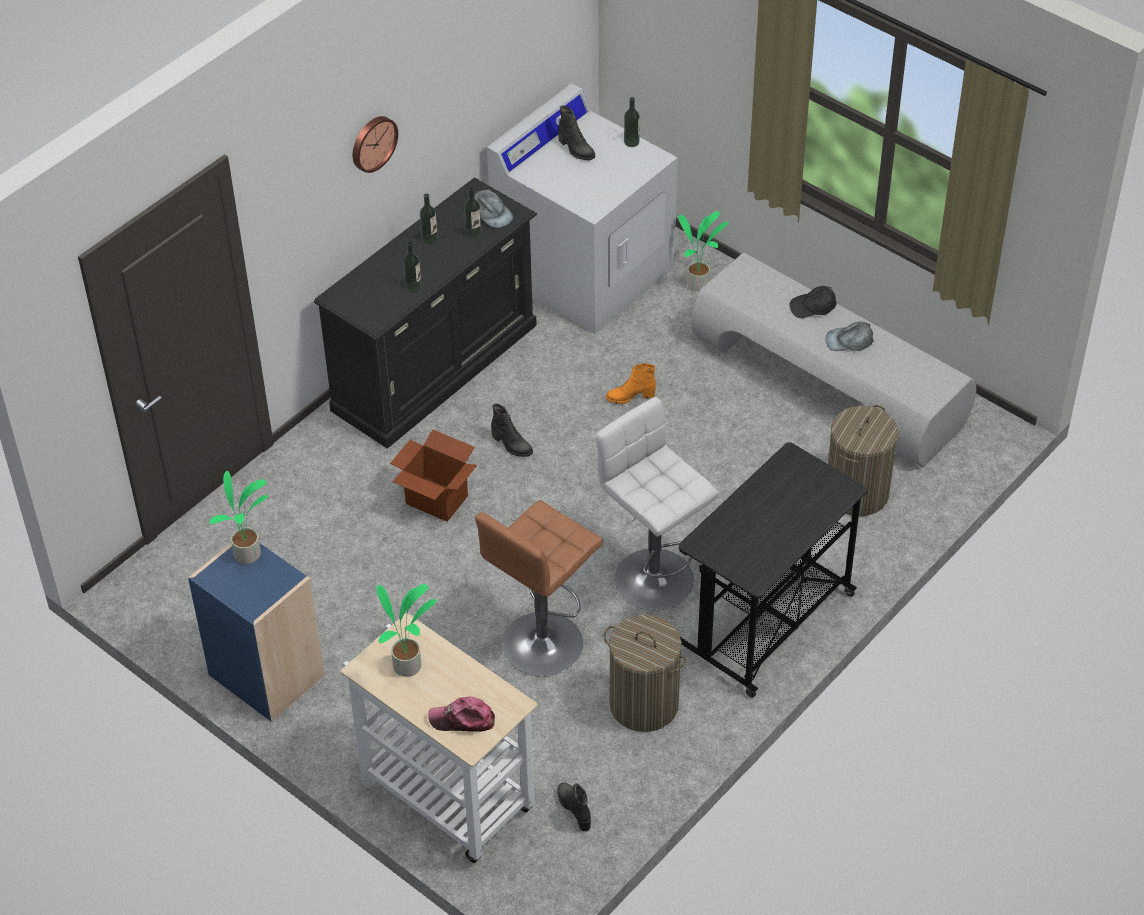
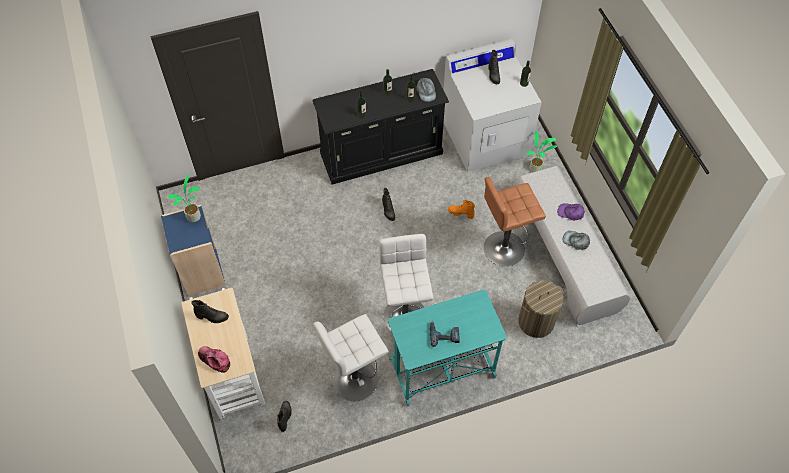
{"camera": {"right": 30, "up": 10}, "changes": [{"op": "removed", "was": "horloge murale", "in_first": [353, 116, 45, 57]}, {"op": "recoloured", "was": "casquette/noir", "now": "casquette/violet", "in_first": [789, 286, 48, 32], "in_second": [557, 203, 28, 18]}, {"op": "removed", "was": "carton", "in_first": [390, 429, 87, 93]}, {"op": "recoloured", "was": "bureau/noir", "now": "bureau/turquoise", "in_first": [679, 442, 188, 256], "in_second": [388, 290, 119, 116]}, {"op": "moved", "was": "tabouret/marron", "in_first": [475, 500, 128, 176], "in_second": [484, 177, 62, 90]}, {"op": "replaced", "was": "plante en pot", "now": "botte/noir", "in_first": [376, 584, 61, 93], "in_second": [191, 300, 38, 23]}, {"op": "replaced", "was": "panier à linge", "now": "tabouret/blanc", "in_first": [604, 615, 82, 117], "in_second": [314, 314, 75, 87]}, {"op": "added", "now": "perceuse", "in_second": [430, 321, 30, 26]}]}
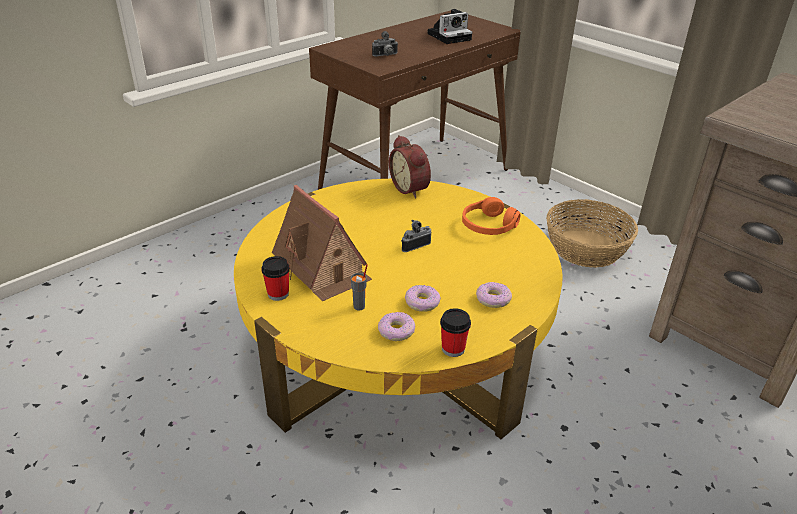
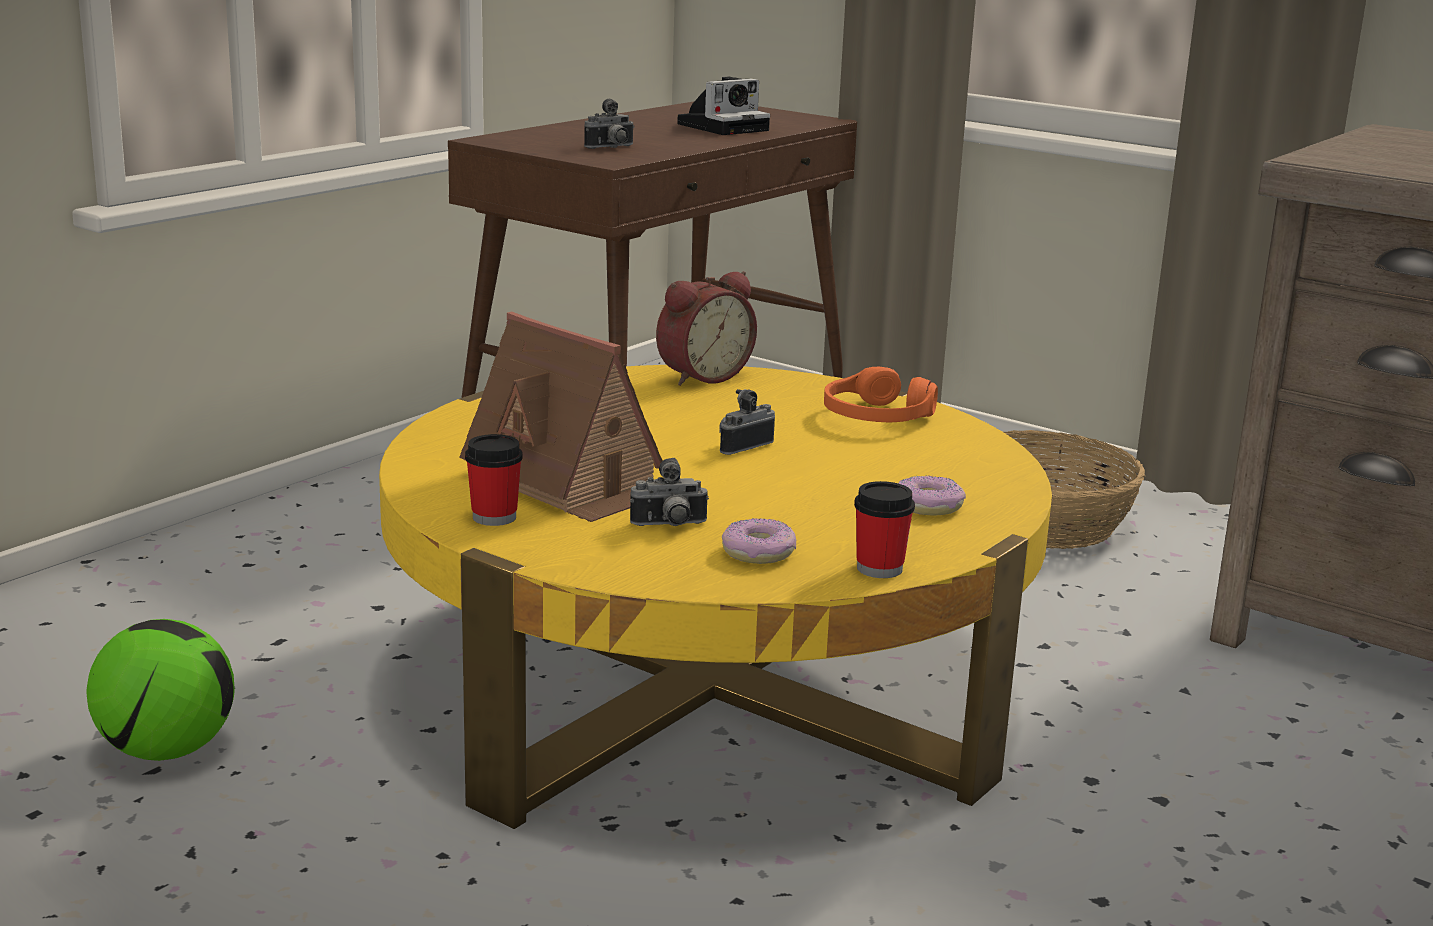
{"camera": {"right": -10, "up": -15}, "changes": [{"op": "turned", "was": "réveil", "in_first": [389, 135, 42, 63], "in_second": [656, 271, 101, 115], "clockwise": -90}, {"op": "replaced", "was": "tasse/gris", "now": "appareil photo", "in_first": [350, 264, 18, 47], "in_second": [630, 458, 79, 68]}, {"op": "removed", "was": "beignet", "in_first": [405, 285, 36, 27]}, {"op": "added", "now": "ballon de foot", "in_second": [86, 619, 149, 142]}]}
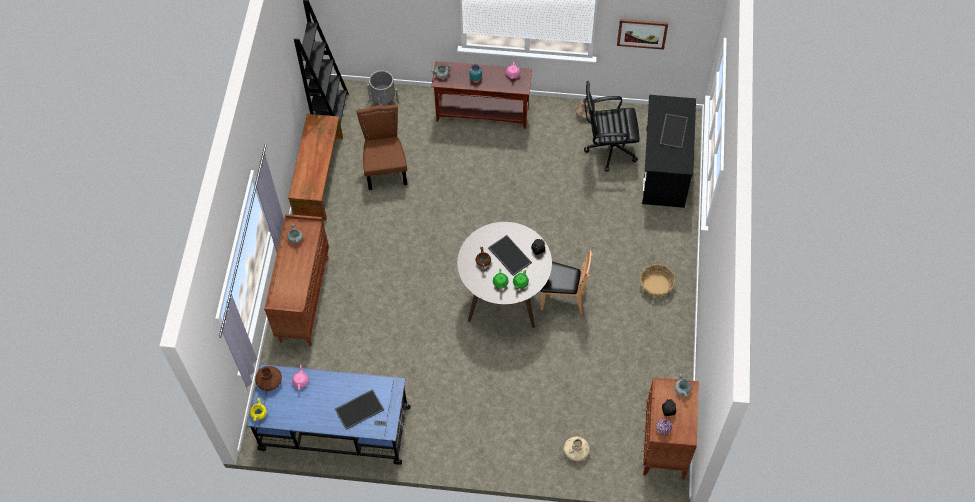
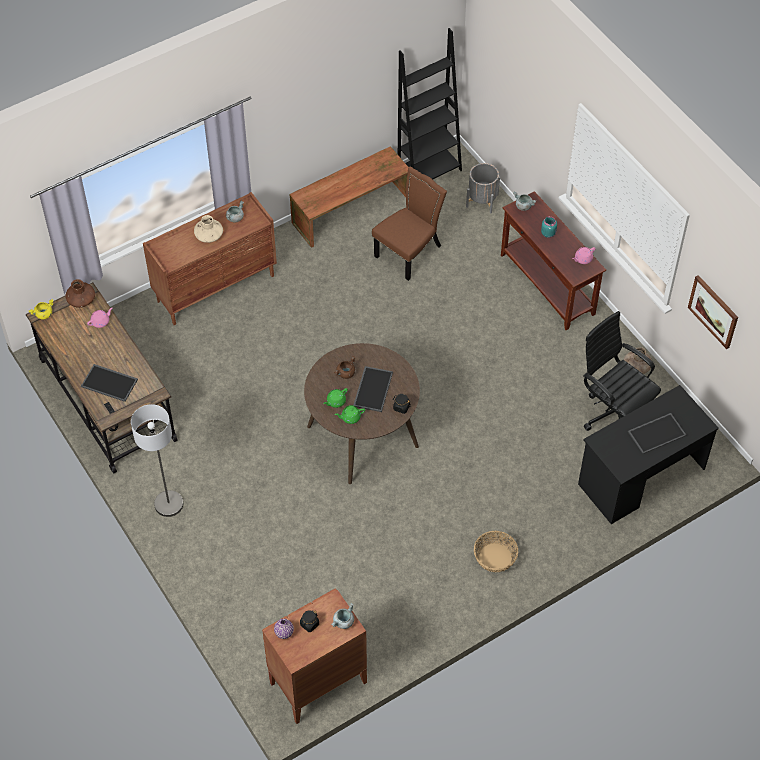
{"camera": {"right": 50, "up": -5}, "changes": [{"op": "removed", "was": "chaise/marron", "in_first": [541, 250, 51, 64]}, {"op": "recoloured", "was": "bureau/bleu", "now": "bureau/marron", "in_first": [247, 364, 164, 101], "in_second": [26, 283, 152, 190]}, {"op": "moved", "was": "vase/beige", "in_first": [564, 436, 26, 25], "in_second": [194, 215, 29, 28]}, {"op": "added", "now": "lampadaire/gris", "in_second": [131, 404, 52, 113]}]}
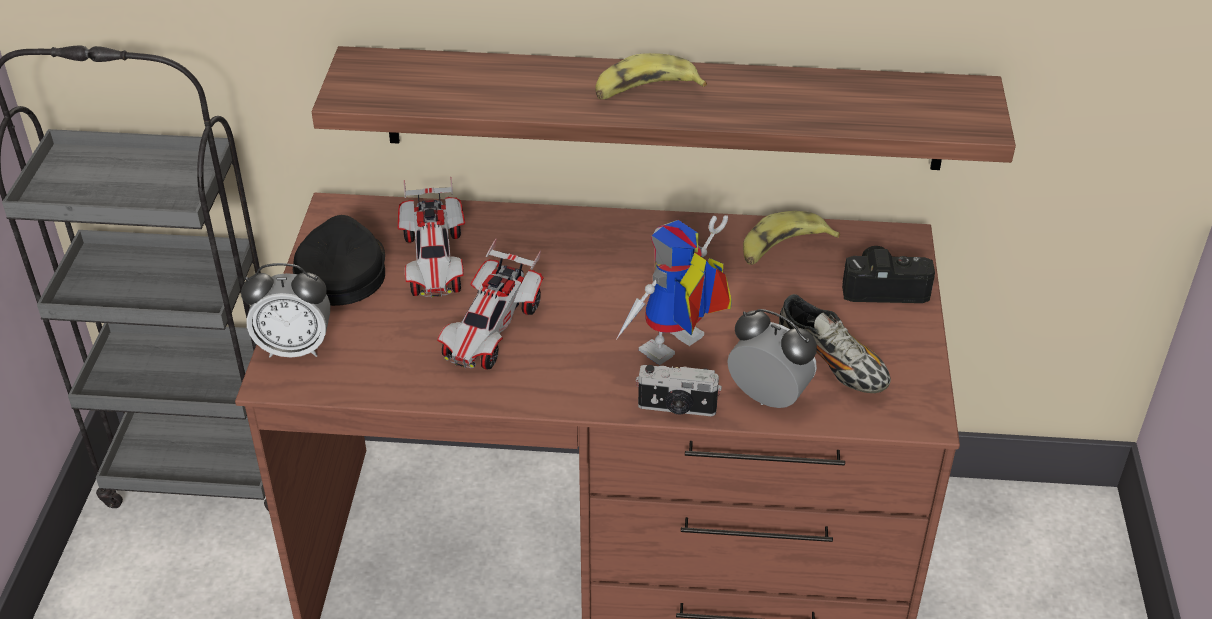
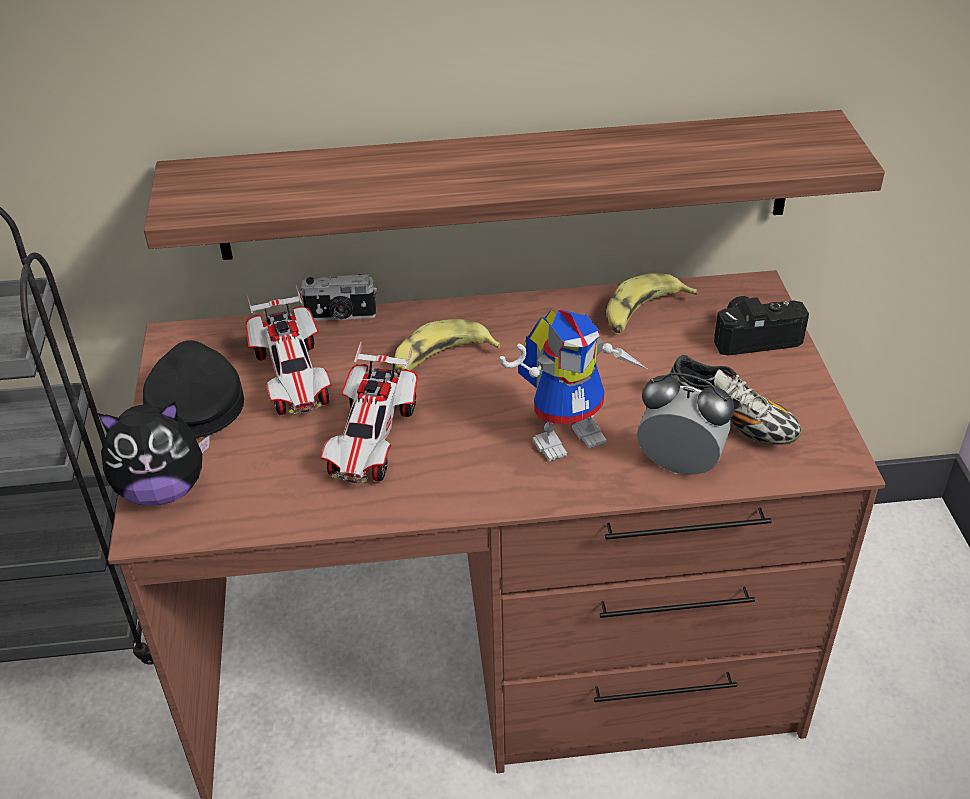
{"camera": {"right": -10, "up": 0}, "changes": [{"op": "moved", "was": "banane", "in_first": [595, 53, 112, 46], "in_second": [394, 319, 107, 56]}, {"op": "turned", "was": "robot jouet", "in_first": [615, 215, 117, 150], "in_second": [500, 309, 147, 152], "clockwise": -150}, {"op": "replaced", "was": "réveil", "now": "peluche", "in_first": [241, 263, 89, 95], "in_second": [98, 401, 112, 105]}, {"op": "moved", "was": "appareil photo", "in_first": [636, 365, 86, 51], "in_second": [300, 274, 77, 47]}]}
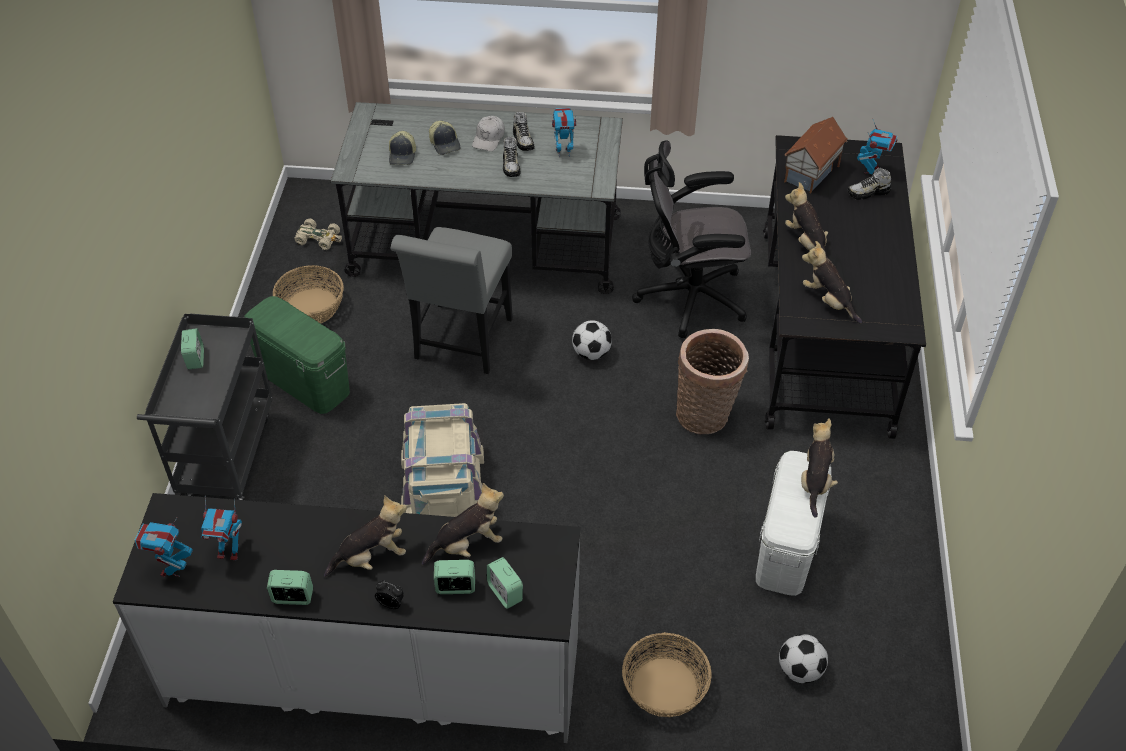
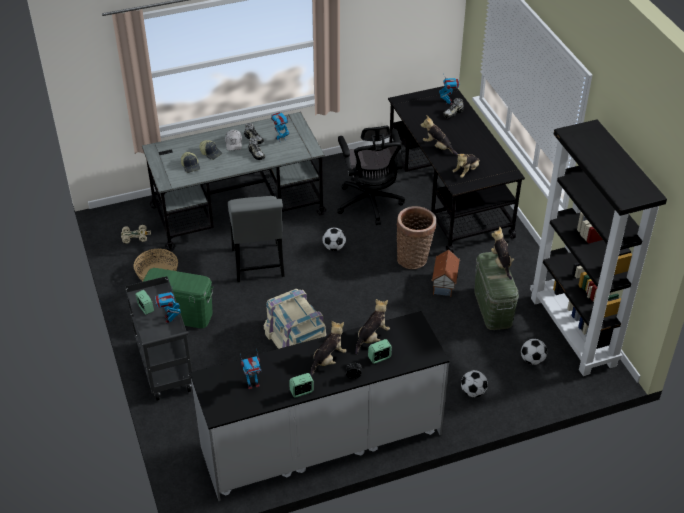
{"camera": {"right": -25, "up": -5}, "changes": [{"op": "moved", "was": "maison miniature", "in_first": [784, 117, 64, 77], "in_second": [432, 249, 28, 48]}, {"op": "turned", "was": "chaise de bureau", "in_first": [632, 140, 119, 198], "in_second": [337, 125, 68, 100], "clockwise": -75}, {"op": "turned", "was": "peluche", "in_first": [802, 241, 60, 83], "in_second": [452, 154, 28, 24], "clockwise": -75}, {"op": "recoloured", "was": "boîte de rangement/blanc", "now": "boîte de rangement/vert", "in_first": [756, 451, 76, 145], "in_second": [474, 252, 45, 78]}, {"op": "moved", "was": "robot jouet", "in_first": [135, 518, 58, 59], "in_second": [155, 290, 26, 34]}, {"op": "removed", "was": "réveil", "in_first": [487, 557, 36, 52]}, {"op": "replaced", "was": "panier", "now": "ballon de foot", "in_first": [622, 632, 90, 85], "in_second": [461, 370, 27, 27]}, {"op": "added", "now": "bibliothèque/noir", "in_second": [530, 119, 137, 257]}]}
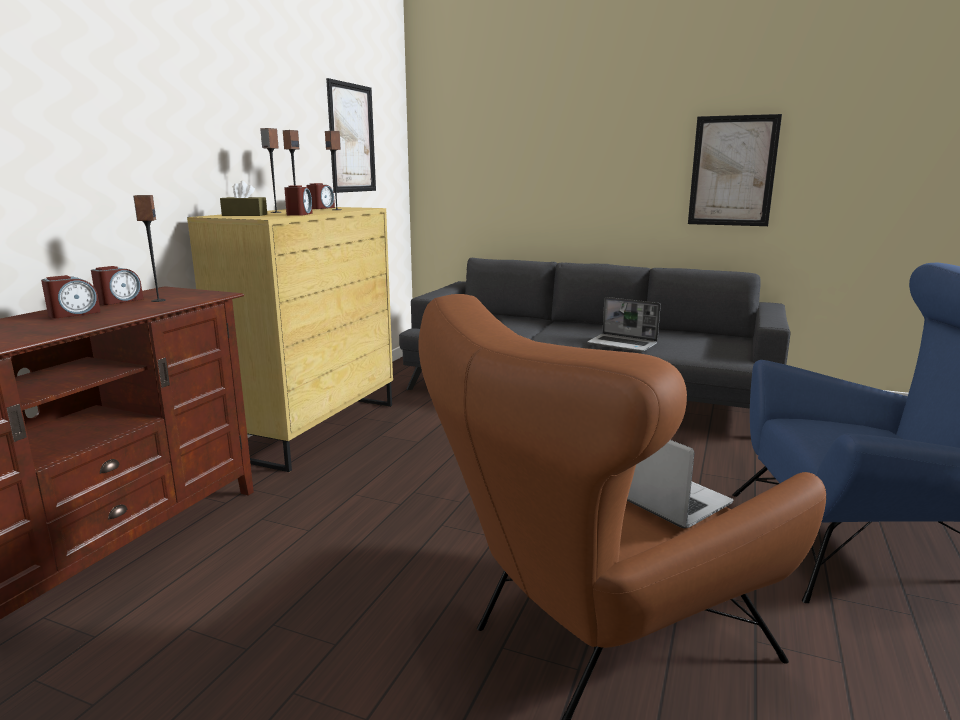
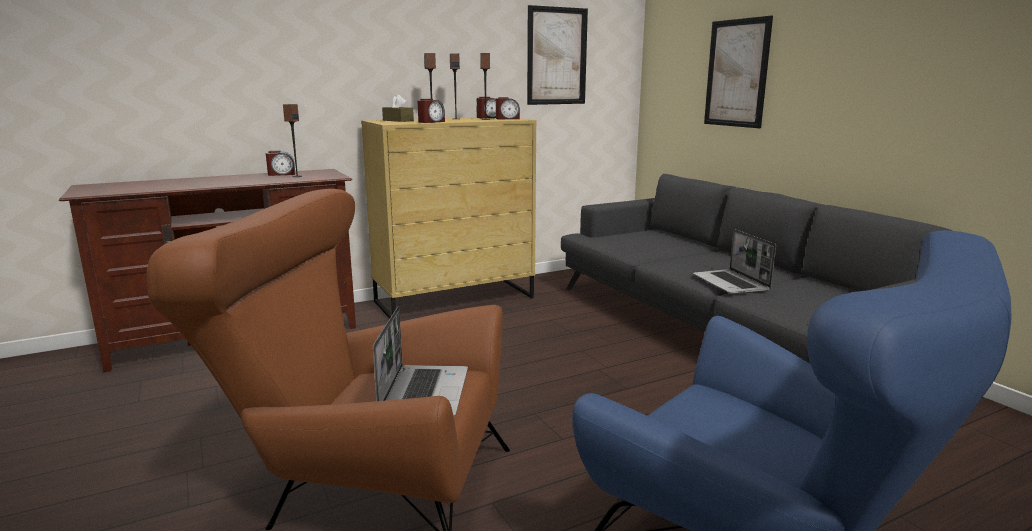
{"camera": {"right": 40, "up": 0}, "changes": [{"op": "moved", "was": "tableau", "in_first": [688, 114, 94, 112], "in_second": [704, 16, 69, 112]}, {"op": "moved", "was": "réveil", "in_first": [41, 275, 60, 43], "in_second": [496, 97, 24, 22]}]}
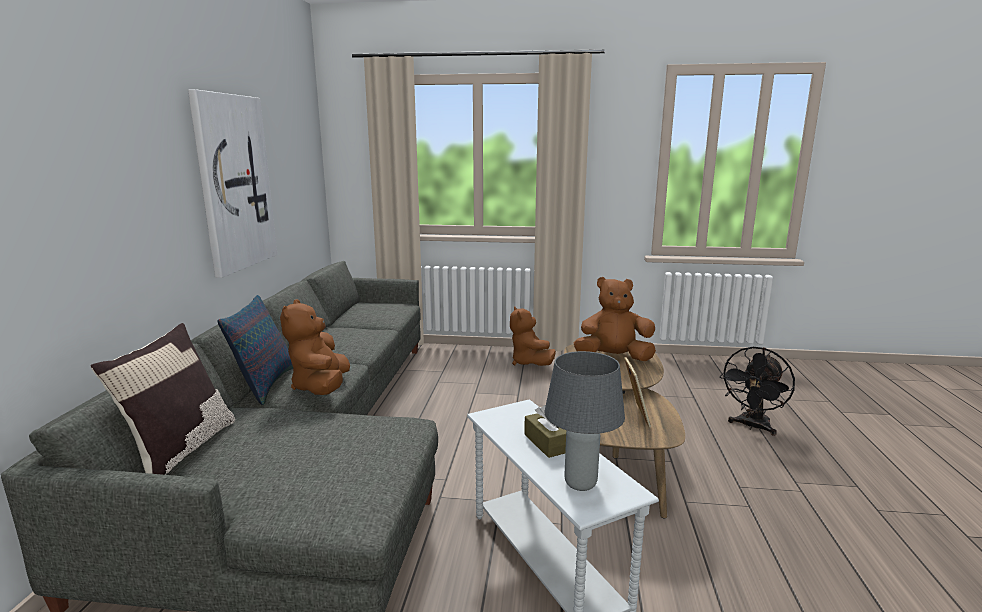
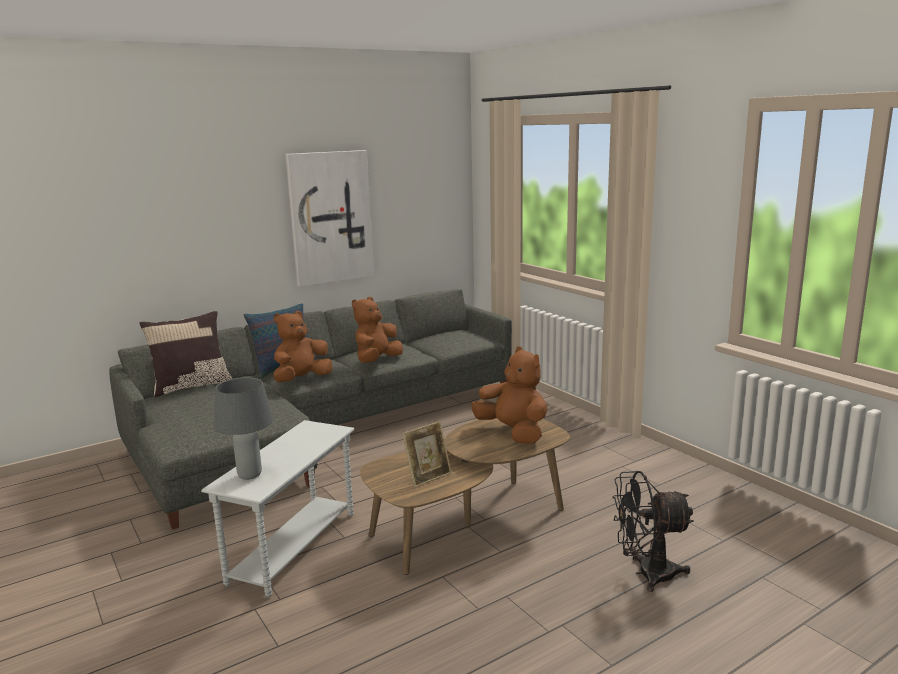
{"camera": {"right": 50, "up": 0}, "changes": [{"op": "moved", "was": "peluche/marron", "in_first": [510, 306, 46, 60], "in_second": [352, 297, 51, 66]}, {"op": "removed", "was": "boîte à mouchoirs/marron", "in_first": [524, 405, 43, 53]}]}
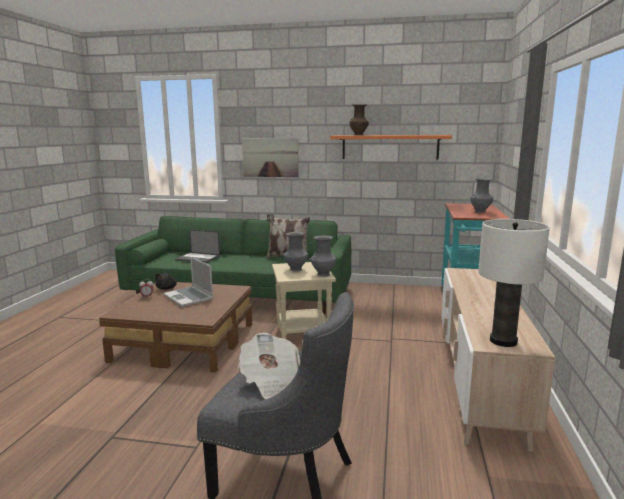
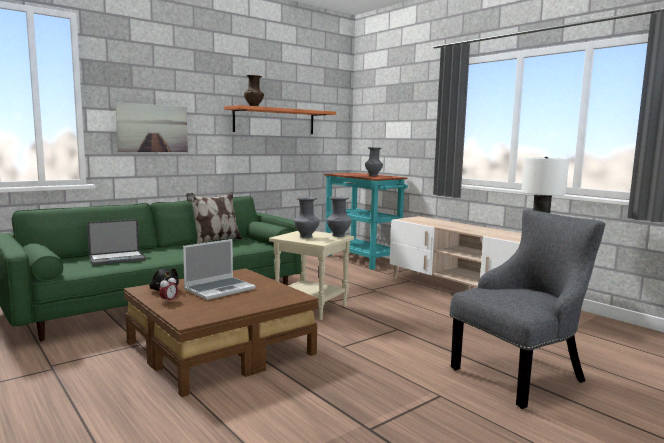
{"camera": {"right": -50, "up": -5}, "changes": [{"op": "turned", "was": "ordinateur portable", "in_first": [163, 257, 50, 50], "in_second": [183, 239, 72, 61], "clockwise": -45}, {"op": "removed", "was": "journal", "in_first": [238, 333, 62, 66]}]}
